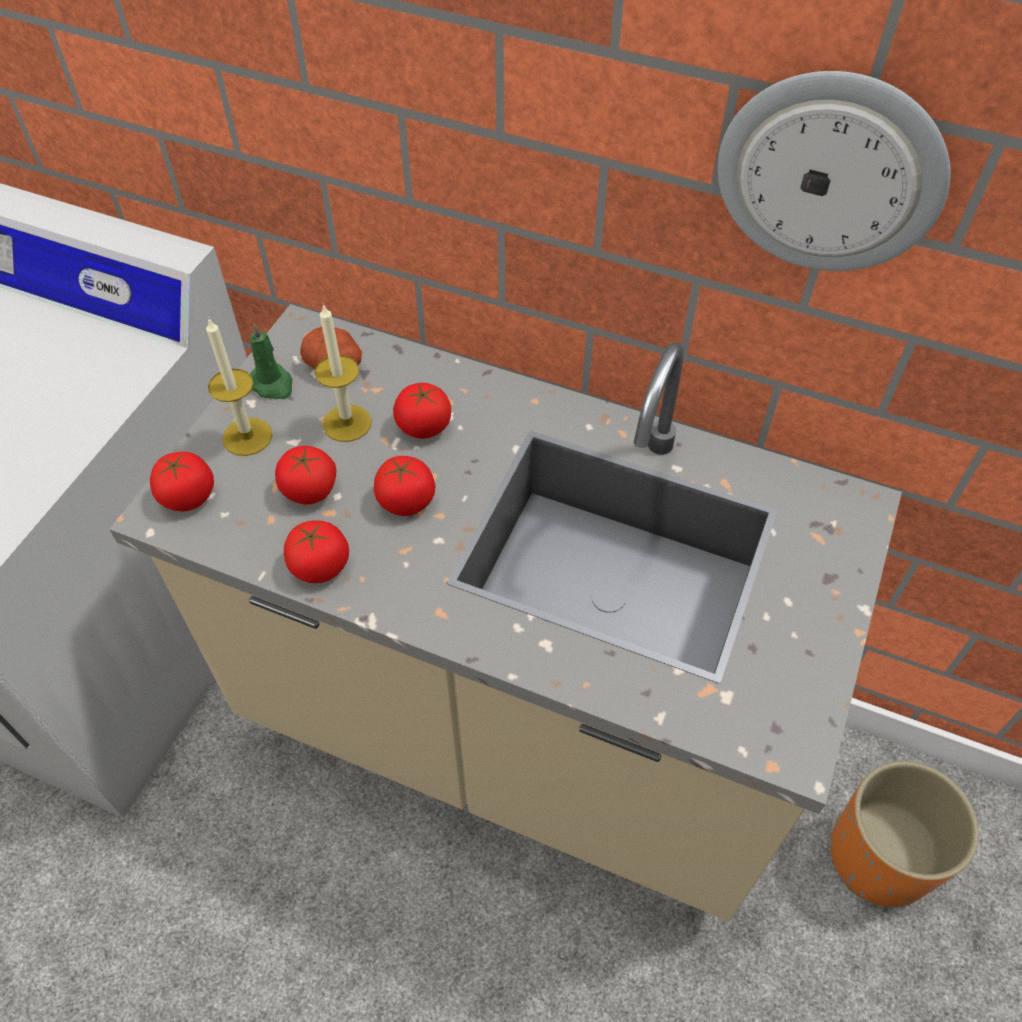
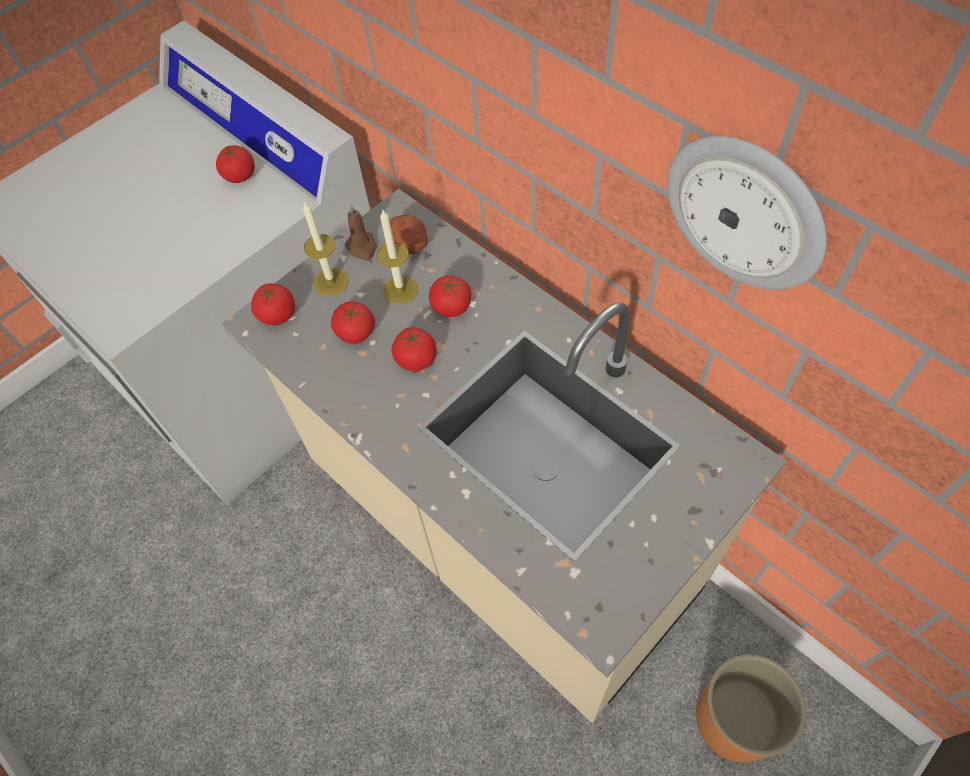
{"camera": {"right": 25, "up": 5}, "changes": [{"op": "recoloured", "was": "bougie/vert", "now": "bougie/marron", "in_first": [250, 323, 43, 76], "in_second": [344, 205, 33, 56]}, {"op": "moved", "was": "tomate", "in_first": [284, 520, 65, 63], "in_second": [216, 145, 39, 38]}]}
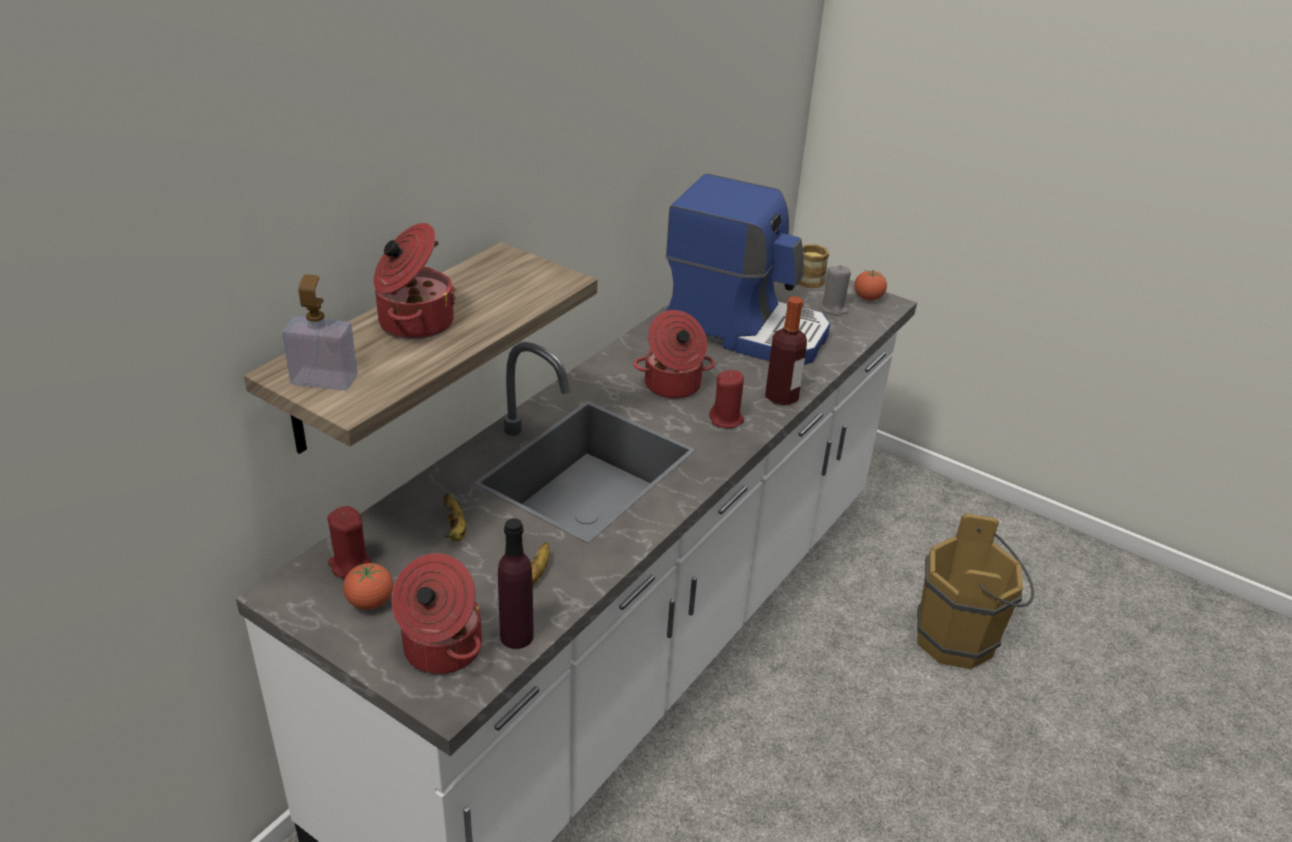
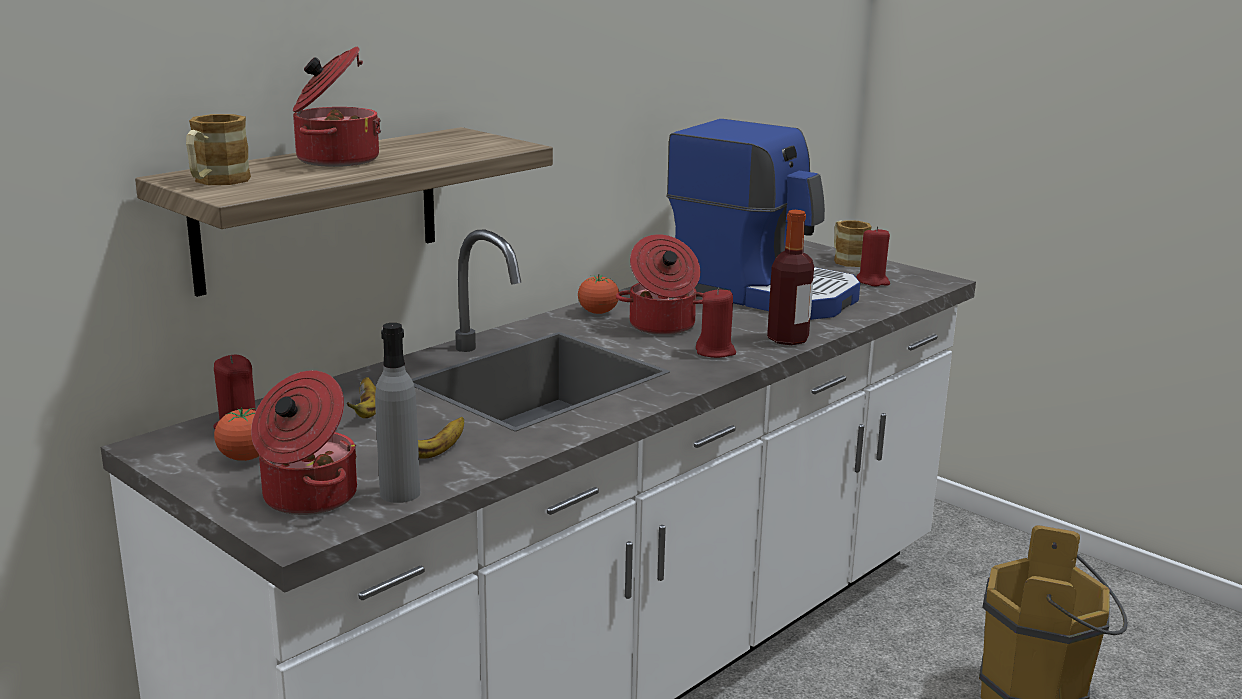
{"camera": {"right": 10, "up": -15}, "changes": [{"op": "recoloured", "was": "bougie/gris", "now": "bougie/rouge", "in_first": [819, 265, 32, 51], "in_second": [856, 226, 34, 60]}, {"op": "moved", "was": "tomate", "in_first": [854, 270, 33, 30], "in_second": [578, 274, 41, 40]}, {"op": "replaced", "was": "distributeur de savon", "now": "mug", "in_first": [282, 274, 75, 116], "in_second": [186, 114, 65, 71]}, {"op": "recoloured", "was": "bouteille/violet", "now": "bouteille/gris", "in_first": [498, 518, 36, 131], "in_second": [375, 323, 45, 180]}]}
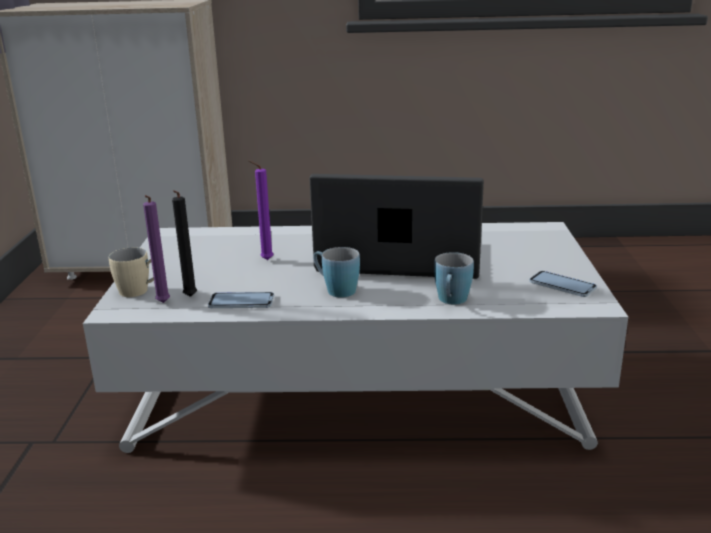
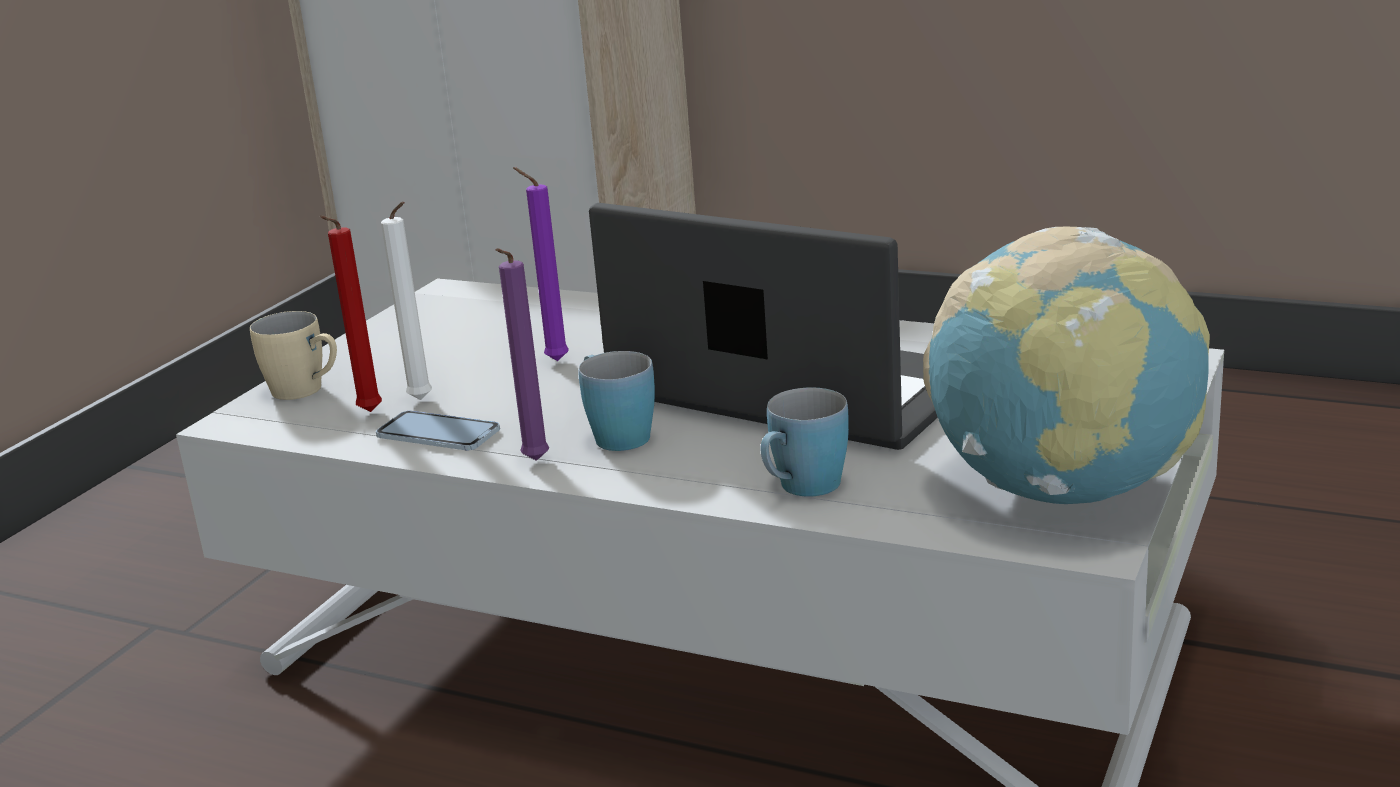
{"camera": {"right": 25, "up": 0}, "changes": [{"op": "recoloured", "was": "bougie/noir", "now": "bougie/rouge", "in_first": [172, 190, 25, 107], "in_second": [320, 216, 62, 196]}, {"op": "moved", "was": "bougie/violet", "in_first": [143, 195, 27, 108], "in_second": [495, 248, 54, 213]}, {"op": "replaced", "was": "téléphone", "now": "globe", "in_first": [529, 271, 68, 26], "in_second": [923, 227, 287, 277]}, {"op": "added", "now": "bougie/blanc", "in_second": [381, 201, 51, 199]}]}
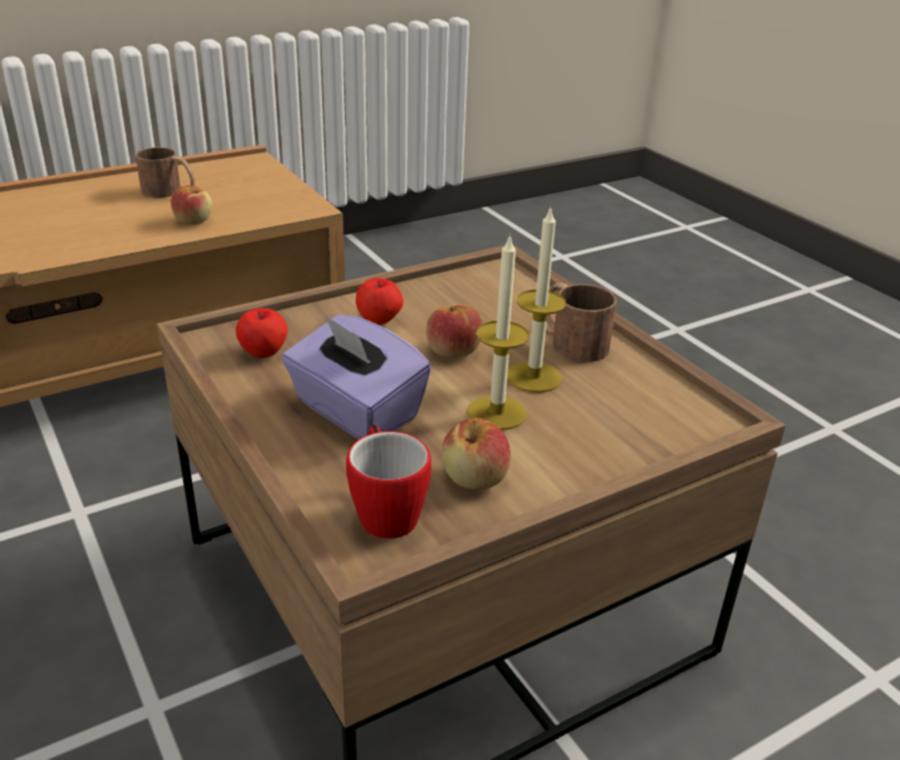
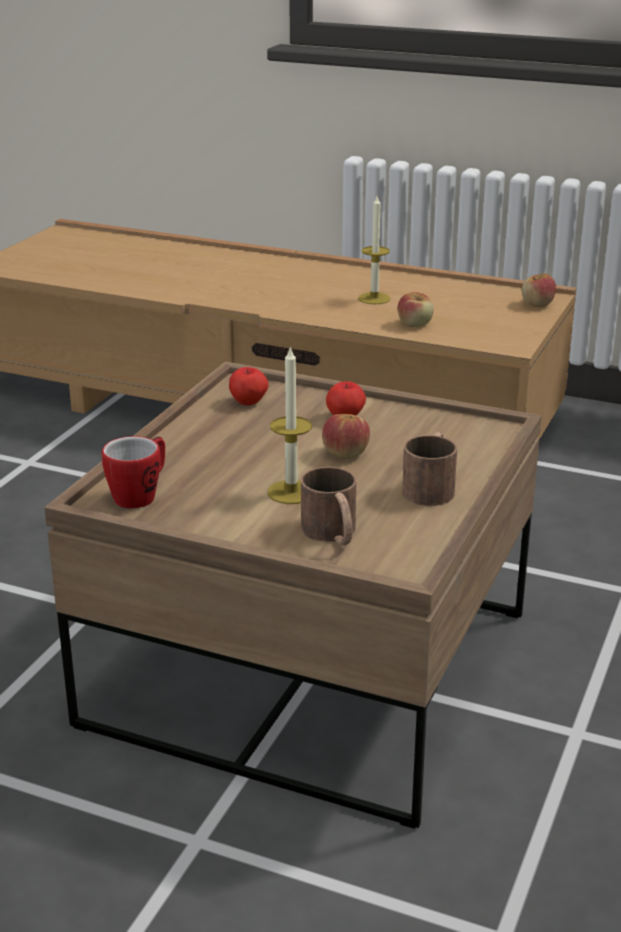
{"camera": {"right": 55, "up": -5}, "changes": [{"op": "moved", "was": "mug/marron", "in_first": [135, 147, 60, 51], "in_second": [301, 467, 55, 78]}, {"op": "moved", "was": "bougie", "in_first": [507, 206, 59, 187], "in_second": [358, 196, 33, 108]}, {"op": "removed", "was": "boîte à mouchoirs/violet", "in_first": [282, 314, 149, 125]}, {"op": "moved", "was": "pomme", "in_first": [441, 418, 70, 72], "in_second": [522, 273, 34, 34]}]}
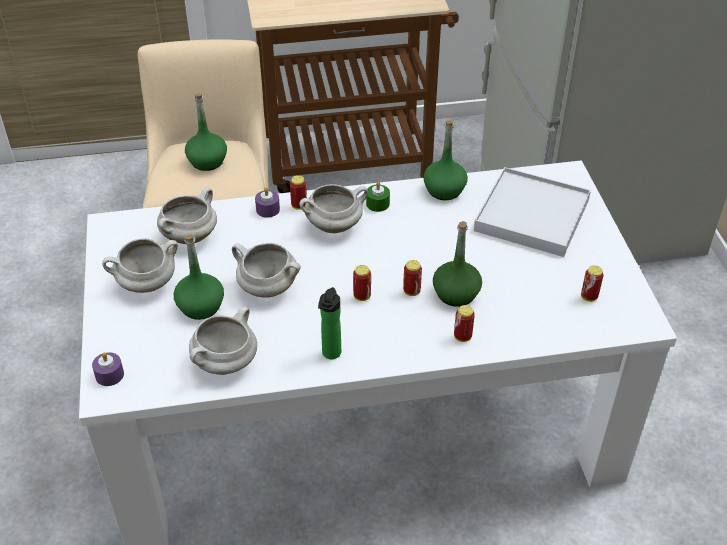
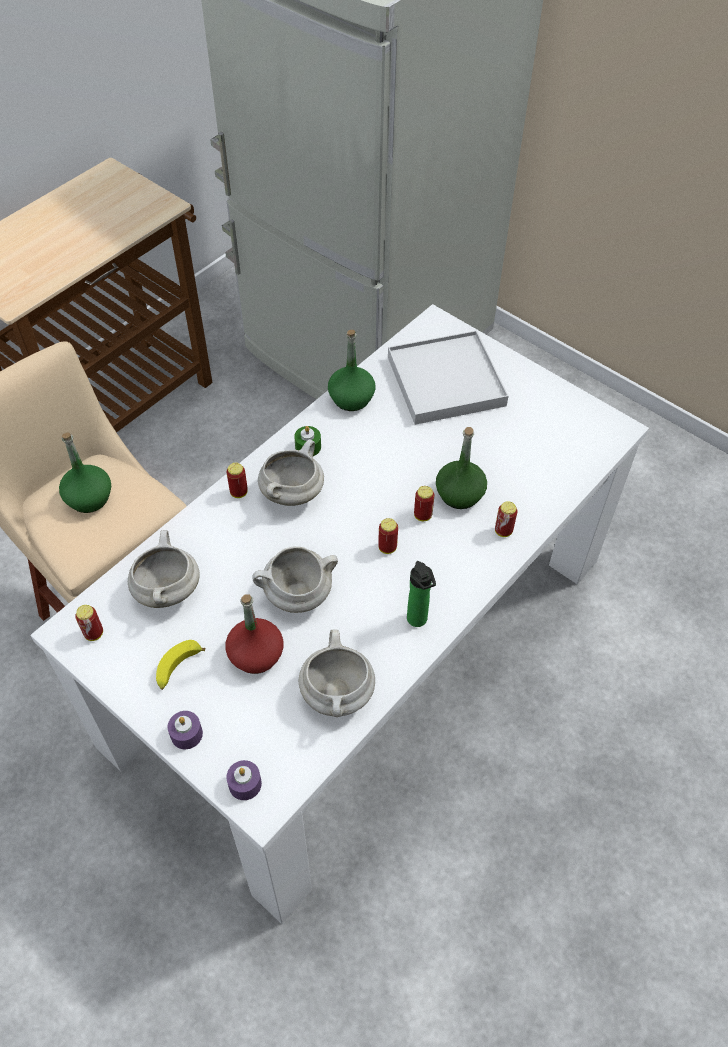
{"camera": {"right": -40, "up": 10}, "changes": [{"op": "moved", "was": "bougie/violet", "in_first": [255, 187, 25, 31], "in_second": [168, 711, 35, 38]}, {"op": "recoloured", "was": "bouteille/vert", "now": "bouteille/rouge", "in_first": [174, 235, 50, 85], "in_second": [226, 594, 57, 80]}, {"op": "replaced", "was": "marmite/blanc", "now": "banane", "in_first": [102, 239, 76, 54], "in_second": [156, 640, 49, 50]}, {"op": "moved", "was": "boîte métallique", "in_first": [581, 265, 23, 37], "in_second": [75, 605, 28, 36]}]}
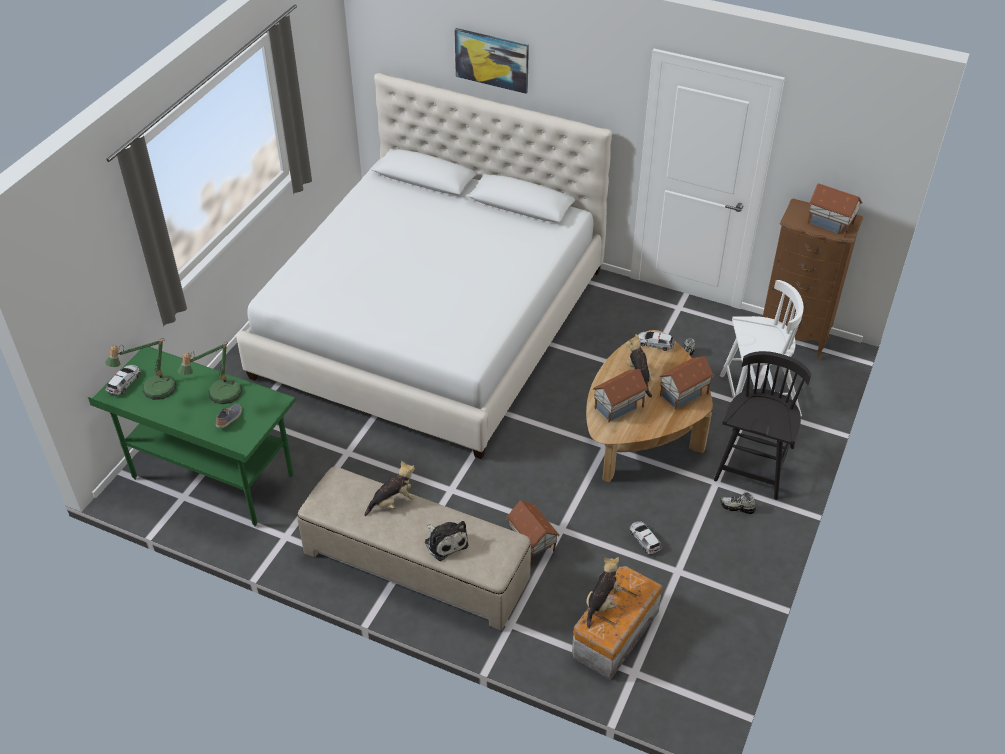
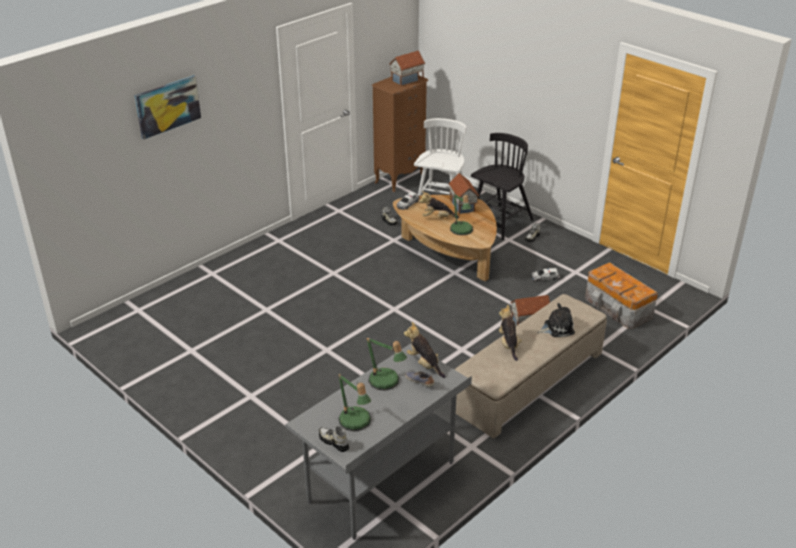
{"camera": {"right": -70, "up": -10}, "changes": [{"op": "removed", "was": "lit/blanc", "in_first": [236, 73, 376, 386]}, {"op": "recoloured", "was": "bureau/vert", "now": "bureau/gris", "in_first": [88, 347, 208, 179], "in_second": [285, 343, 187, 197]}, {"op": "turned", "was": "chaise/noir", "in_first": [714, 351, 97, 149], "in_second": [471, 133, 63, 107], "clockwise": 90}, {"op": "replaced", "was": "petite voiture", "now": "chaussure", "in_first": [105, 365, 36, 31], "in_second": [319, 426, 30, 26]}, {"op": "replaced", "was": "maison miniature", "now": "lampe de table", "in_first": [593, 369, 55, 53], "in_second": [450, 194, 23, 41]}, {"op": "moved", "was": "peluche", "in_first": [586, 557, 36, 71], "in_second": [404, 322, 42, 56]}]}
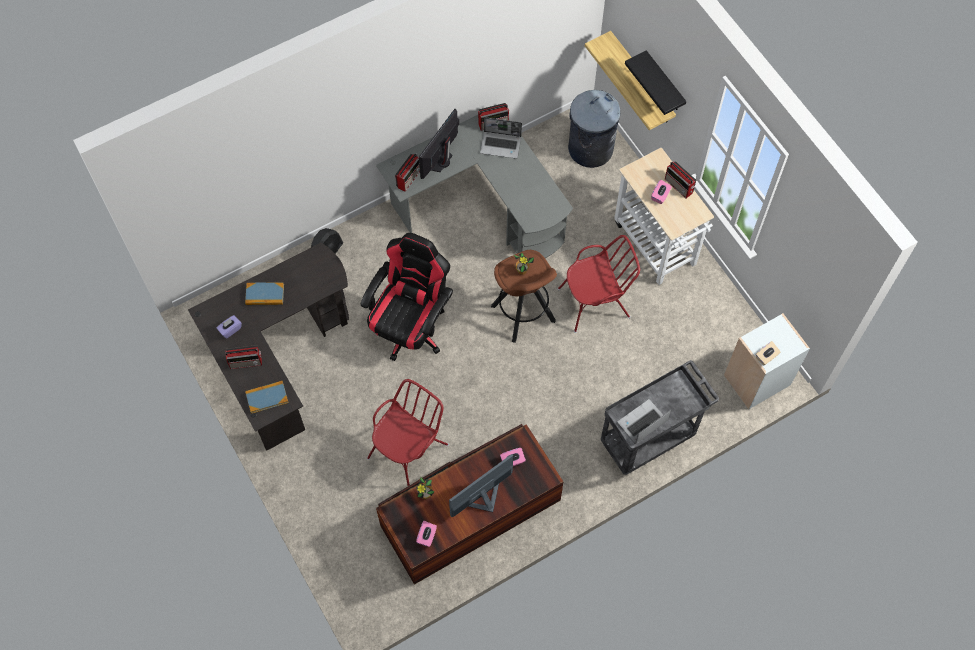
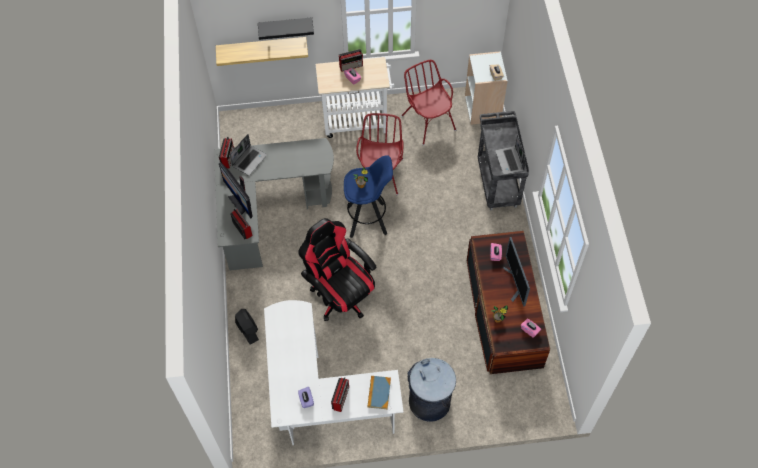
{"camera": {"right": -65, "up": -5}, "changes": [{"op": "moved", "was": "poubelle/gris", "in_first": [568, 90, 52, 78], "in_second": [408, 358, 48, 64]}, {"op": "recoloured", "was": "bureau/noir", "now": "bureau/blanc", "in_first": [188, 243, 161, 208], "in_second": [264, 300, 140, 145]}, {"op": "recoloured", "was": "tabouret/marron", "now": "tabouret/bleu", "in_first": [491, 250, 66, 93], "in_second": [344, 155, 49, 83]}, {"op": "removed", "was": "livre", "in_first": [245, 282, 39, 23]}, {"op": "moved", "was": "chaise/rouge", "in_first": [367, 379, 82, 107], "in_second": [401, 60, 55, 86]}]}
